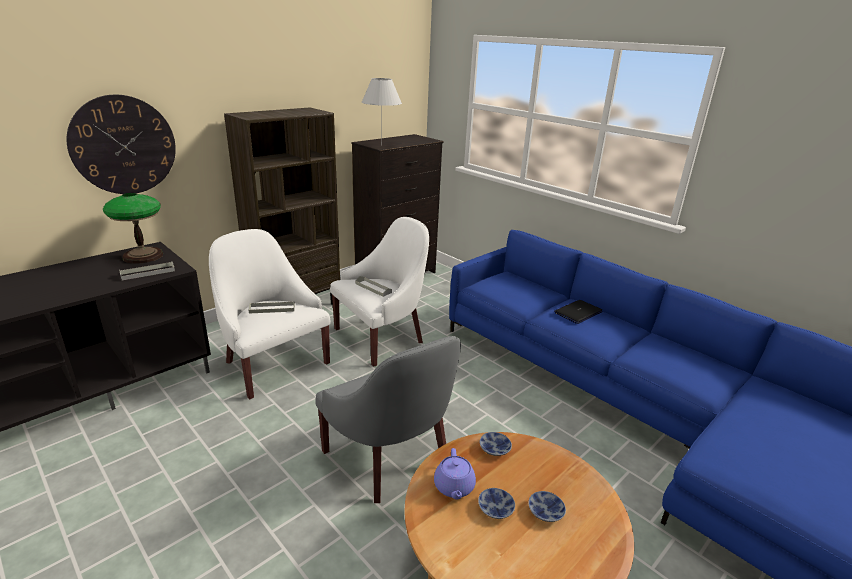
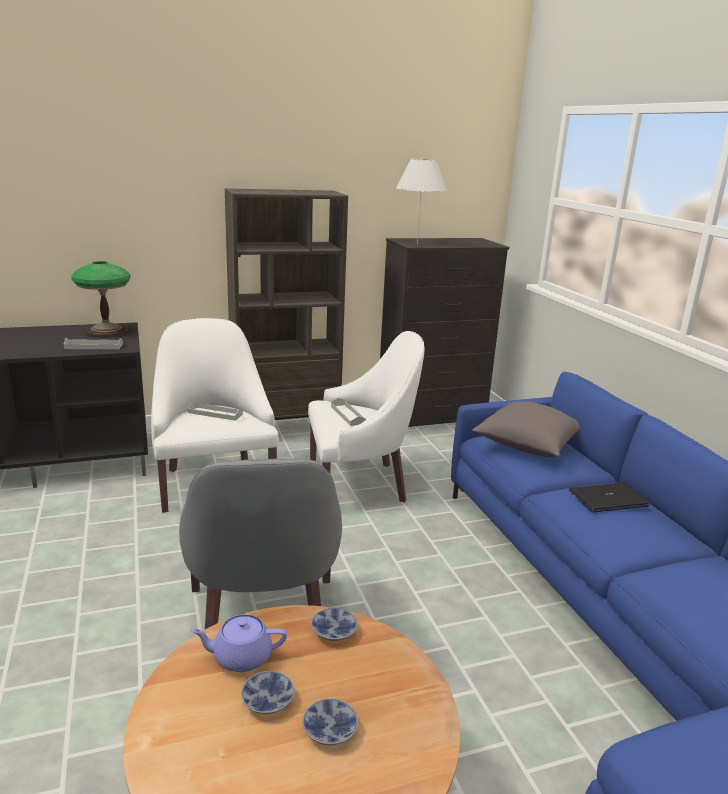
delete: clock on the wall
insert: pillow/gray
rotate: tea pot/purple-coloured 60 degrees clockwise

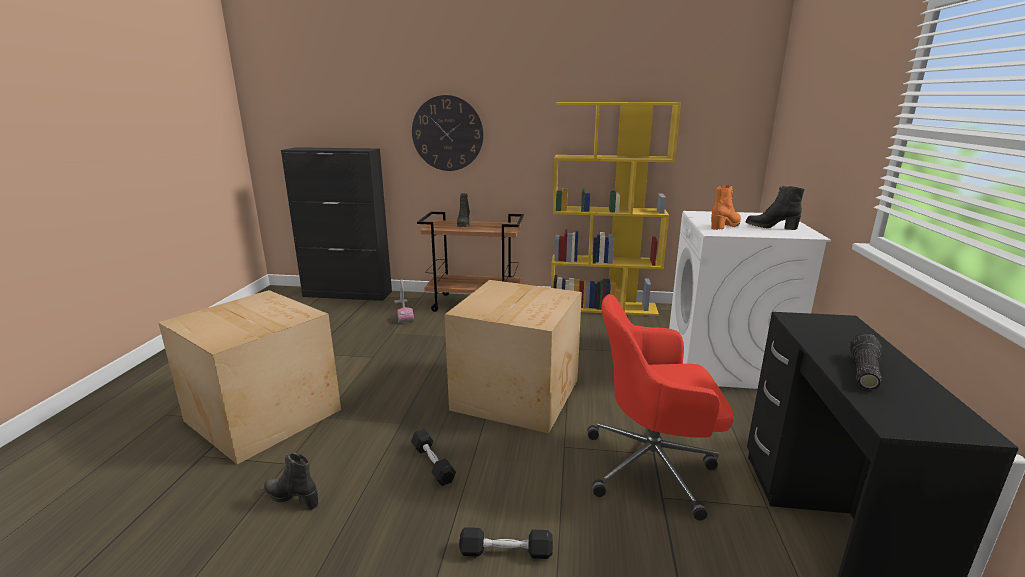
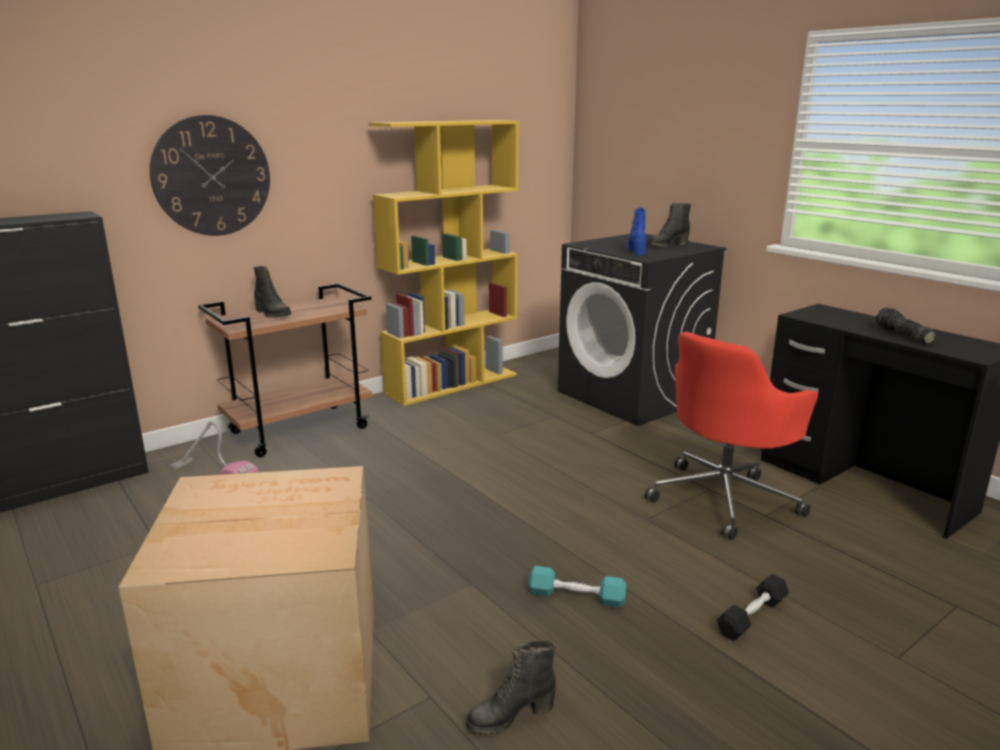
delete: packing box (2nd from left)
recolor: tall boot/orangey to tall boot/blue-coloured; laundry appliance/white to laundry appliance/black; hand weight/black (1st from left) to hand weight/blue-green

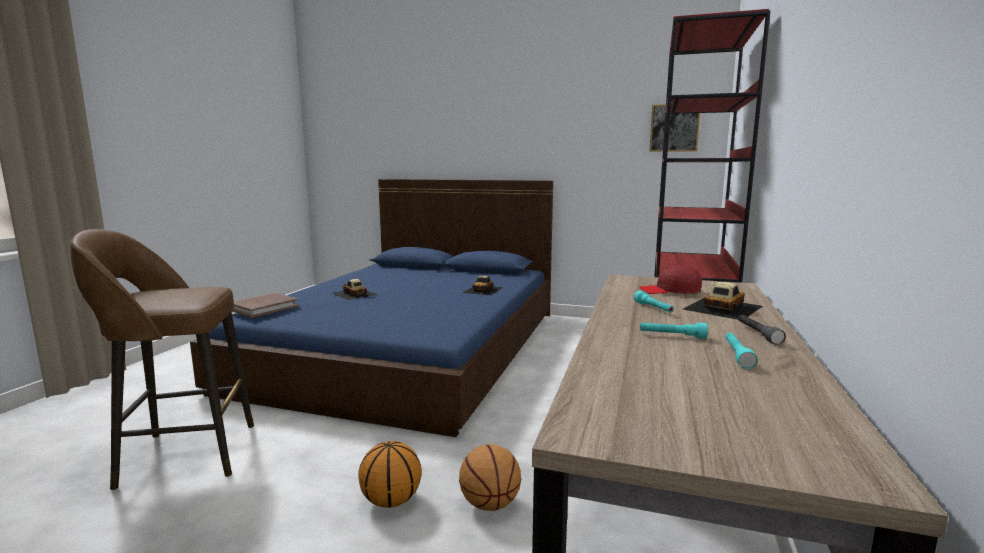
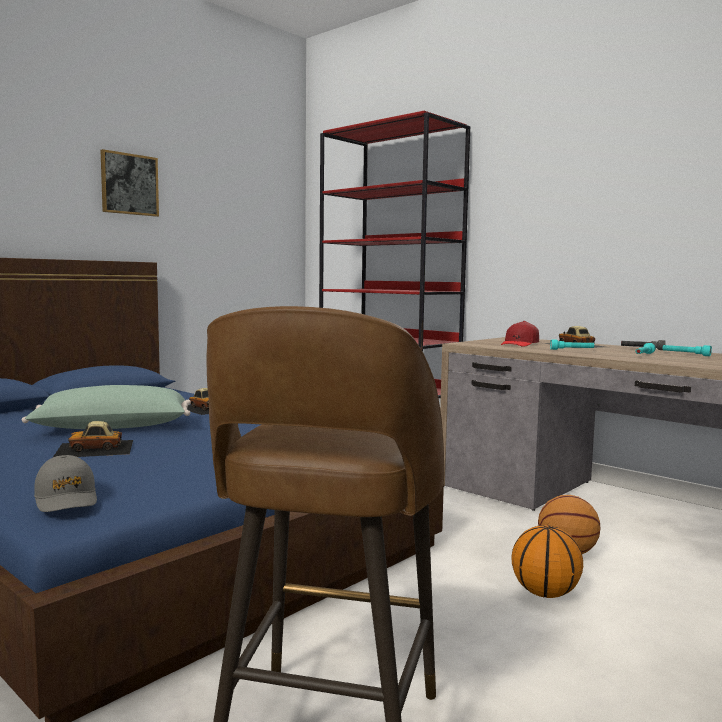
insert: pillow/green-coloured
move: picture
replace: book/brownish to baseball cap/gray

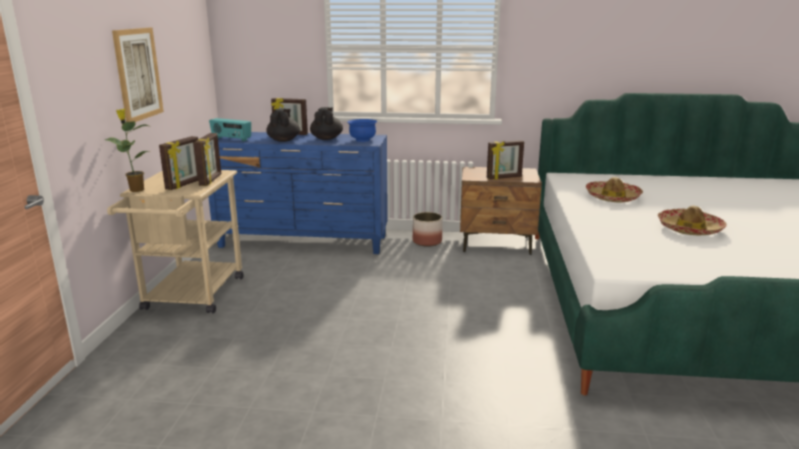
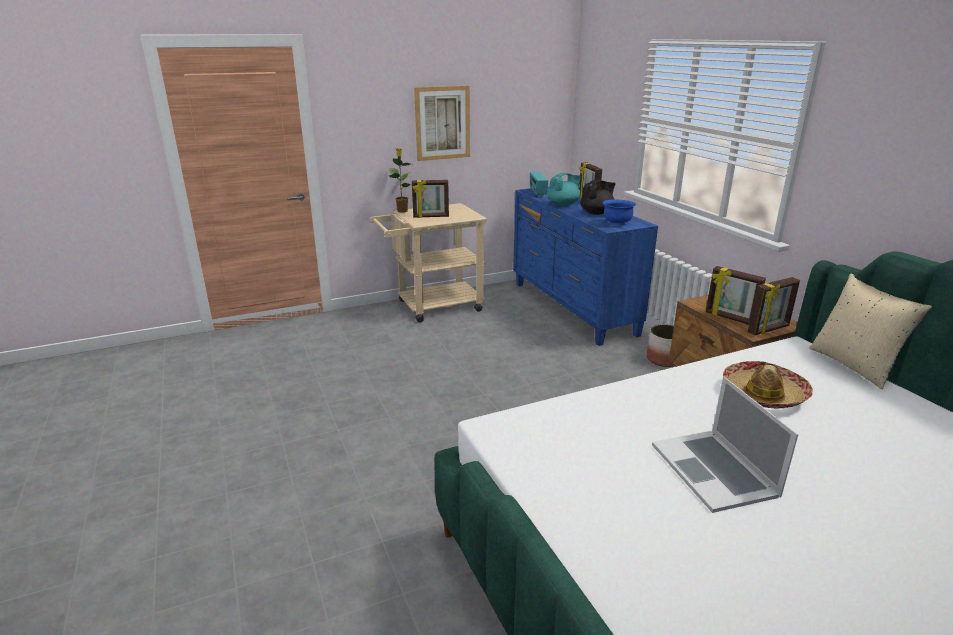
insert: pillow/beige
move: photo frame (2nd from left in the first image) to photo frame (4th from left)
replace: hat (2nd from left) to portable computer
recolor: tea pot/black (1st from left) to tea pot/blue-green

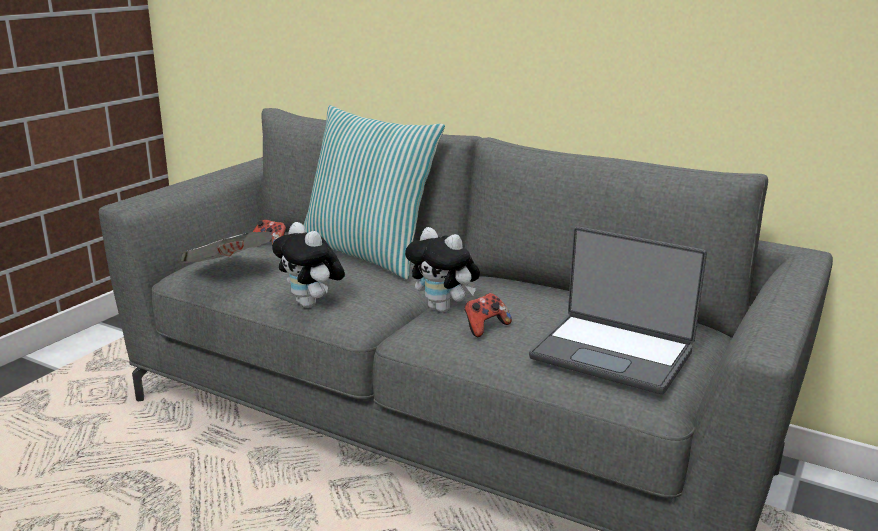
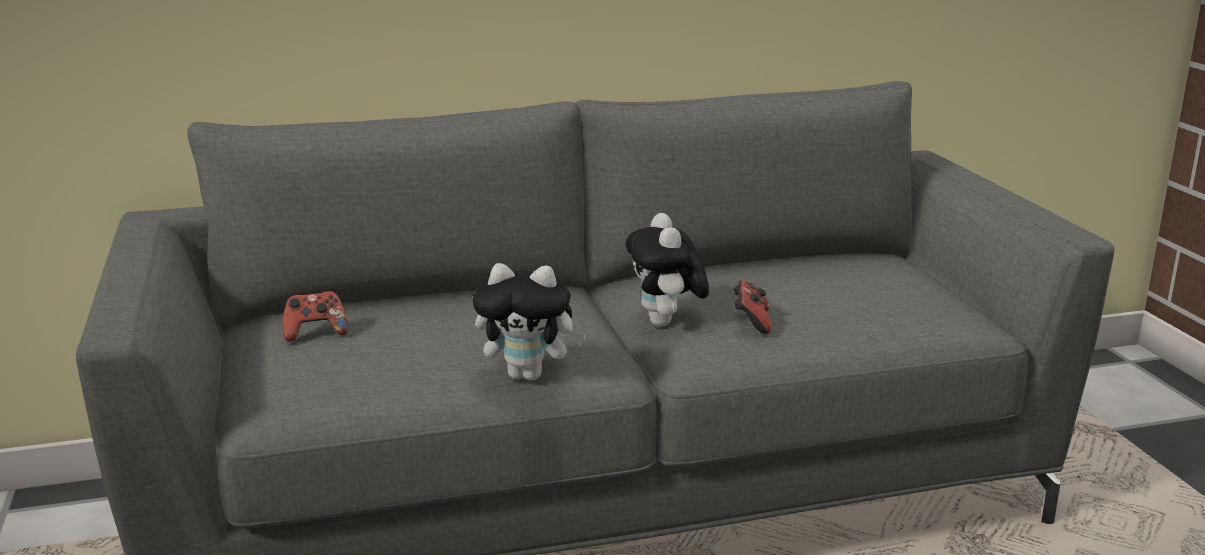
delete: pillow; portable computer; printed paper
rotate: cuddly toy (2nd from left) 90 degrees clockwise

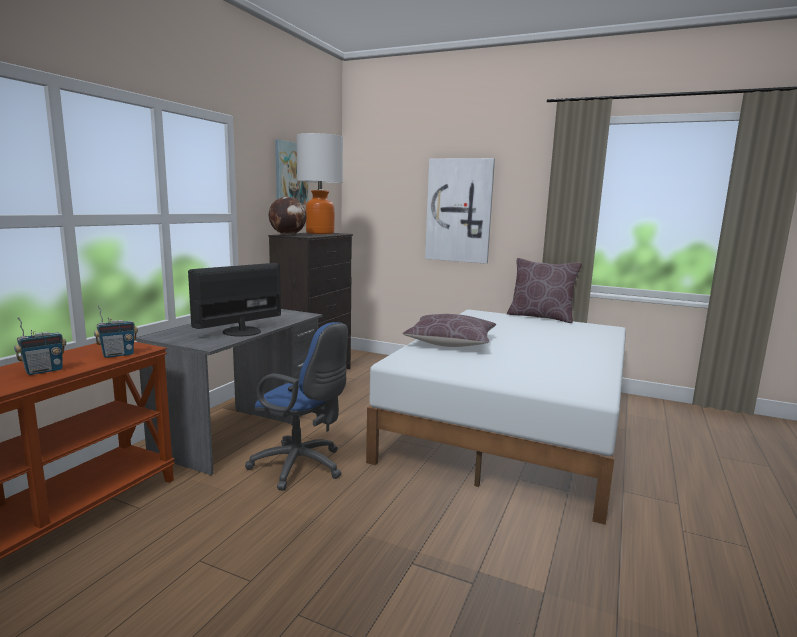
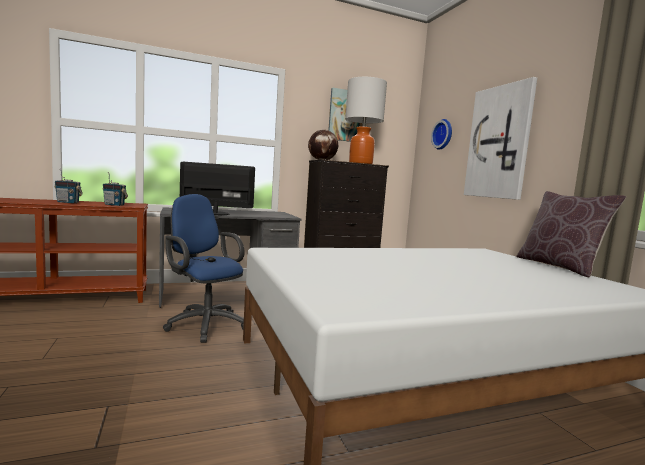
delete: pillow/brownish (1st from left)
insert: clock on the wall
rotate: office chair/blue-coloured 150 degrees clockwise

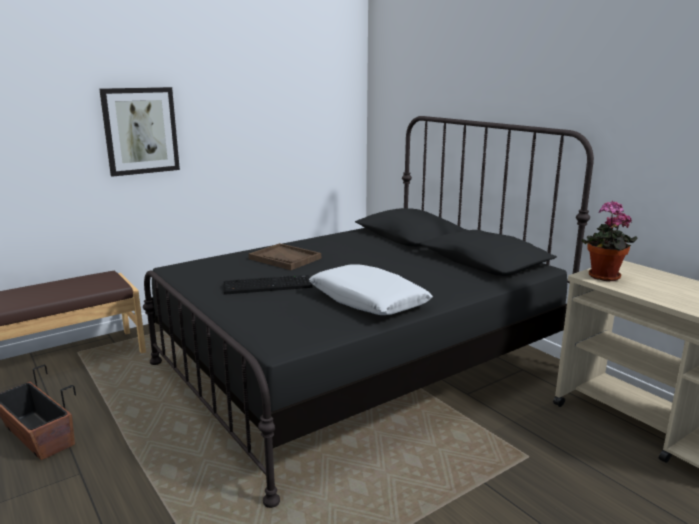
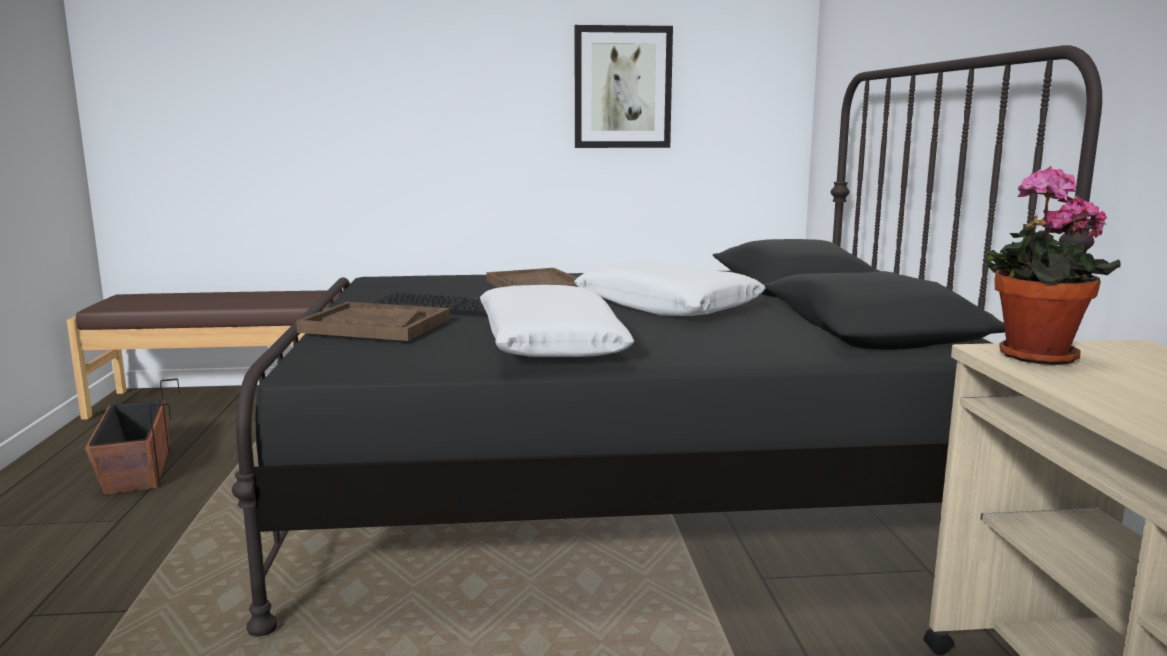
insert: pillow/white (2nd from left); carrying tray/brownish (1st from left)
move: picture

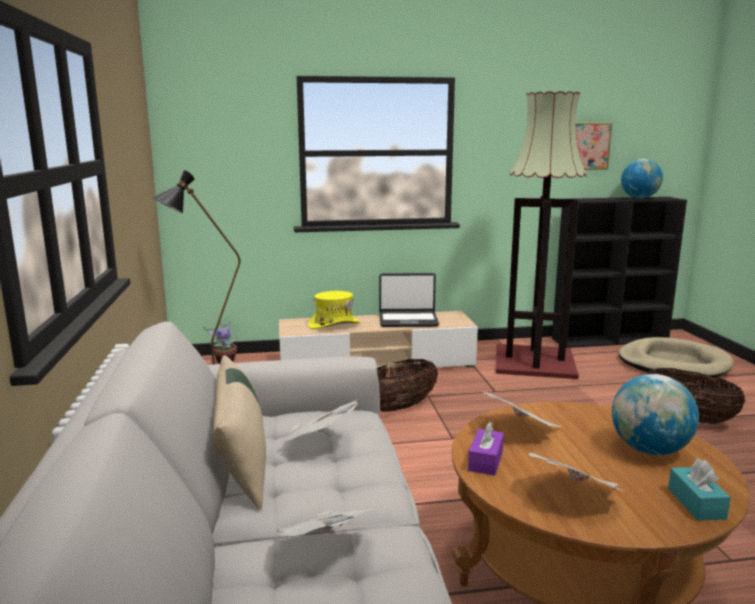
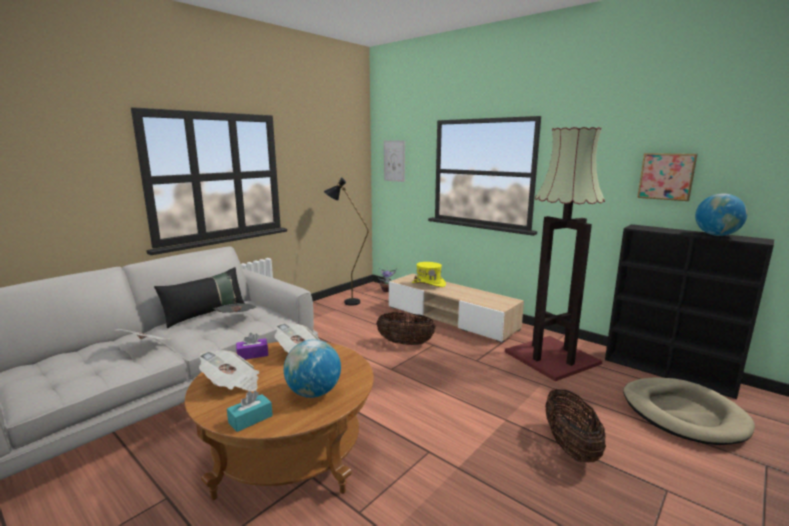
delete: portable computer
insert: picture (1st from left)
recolor: pillow/beige to pillow/black

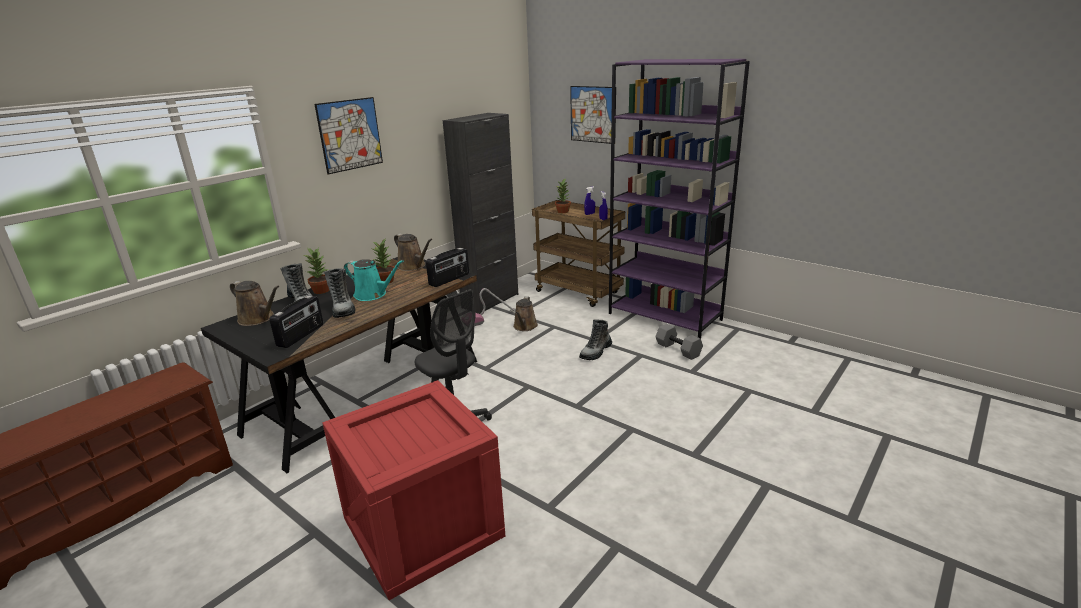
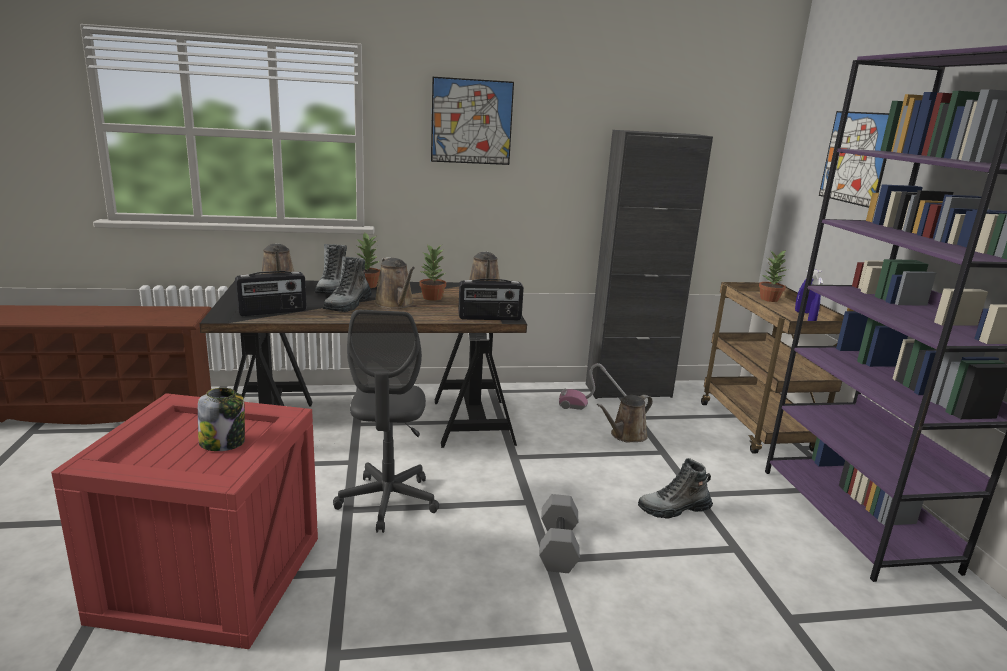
insert: preserve jar
move: hand weight/gray
recolor: watering pot/blue-green to watering pot/brownish (2nd from left)

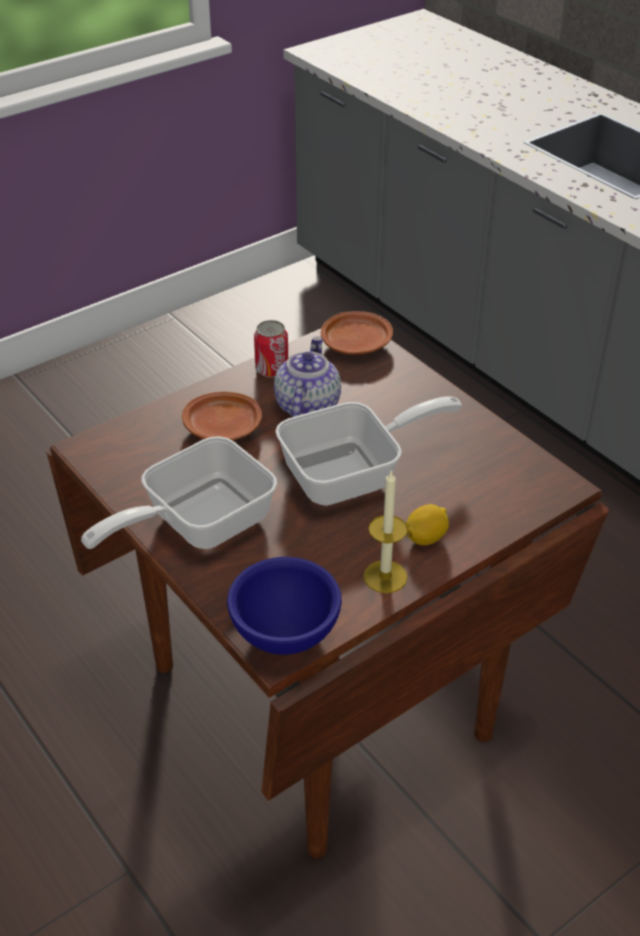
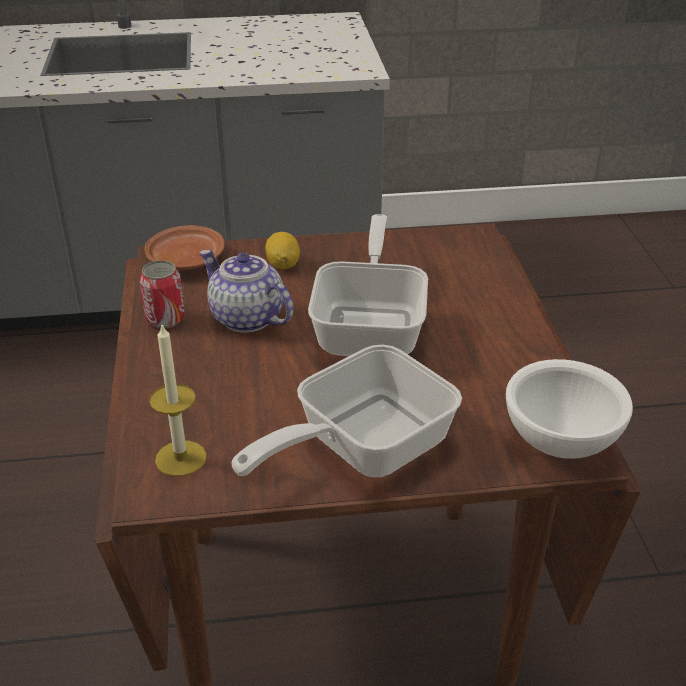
delete: plate/brownish (1st from left)
move: wax candle; whole lemon
recolor: serving bowl/blue-coloured to serving bowl/white
rotate: frying pan (1st from left) 60 degrees clockwise

